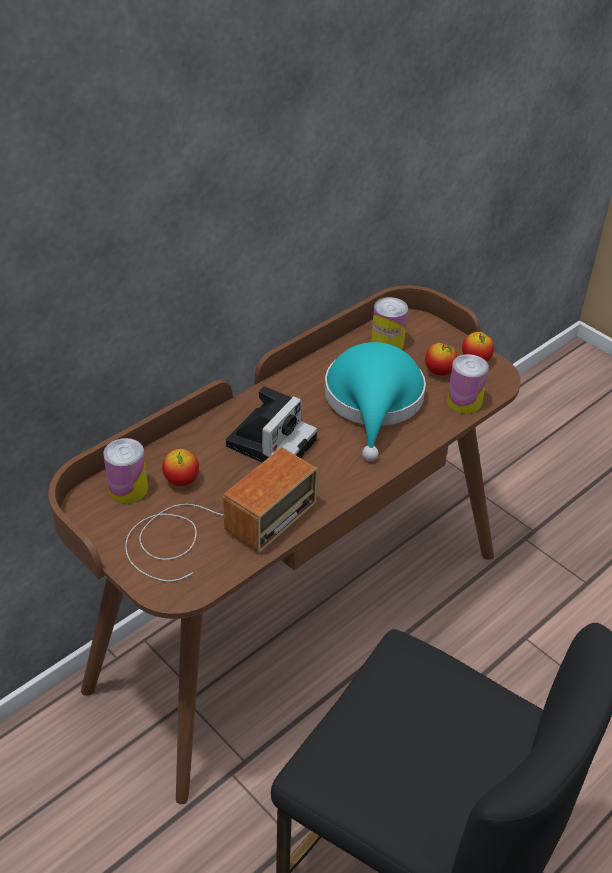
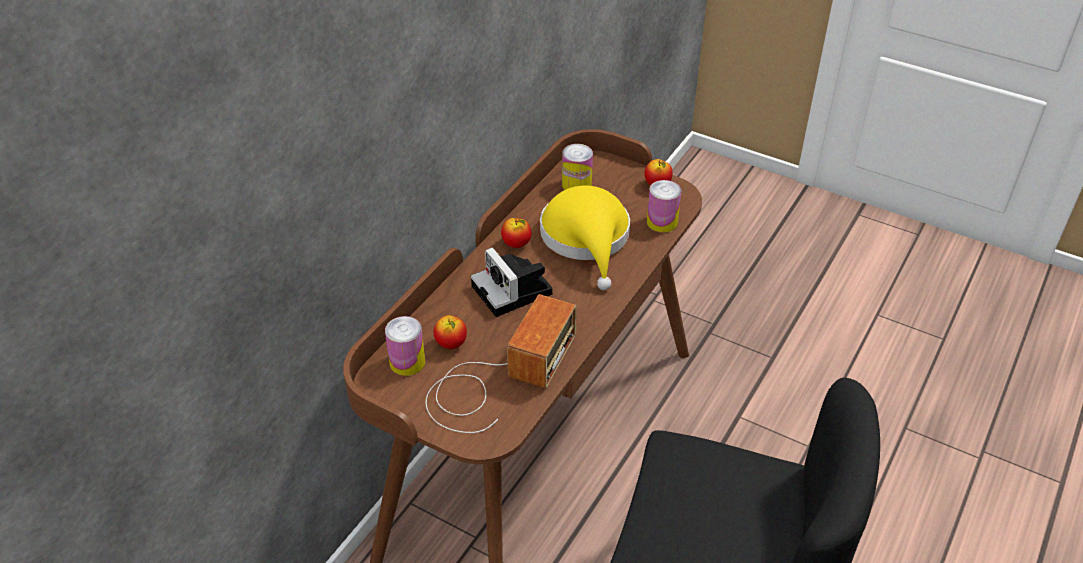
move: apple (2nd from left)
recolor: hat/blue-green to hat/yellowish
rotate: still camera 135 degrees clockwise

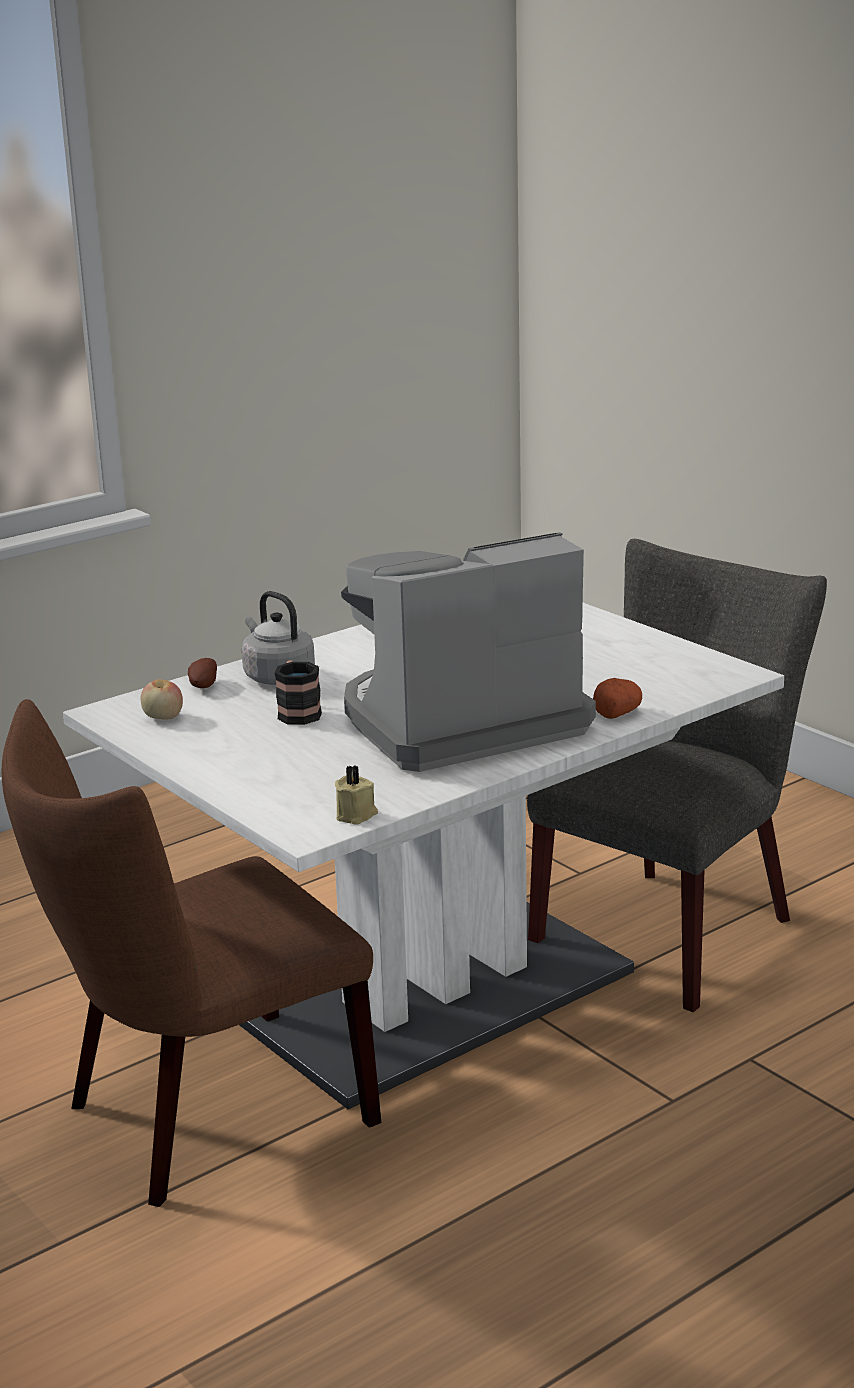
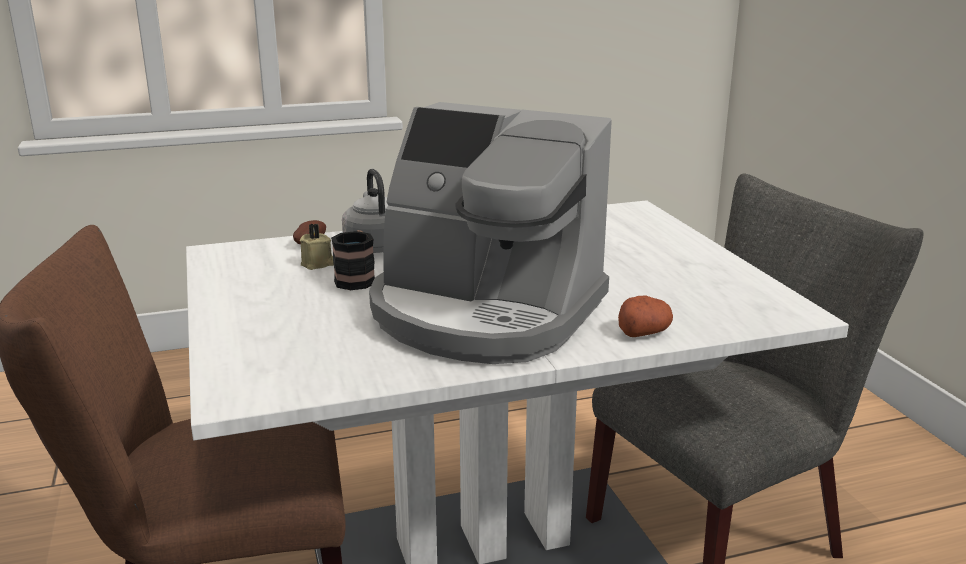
delete: apple
move: wax candle/beige
rotate: coffee brewer 150 degrees counterclockwise

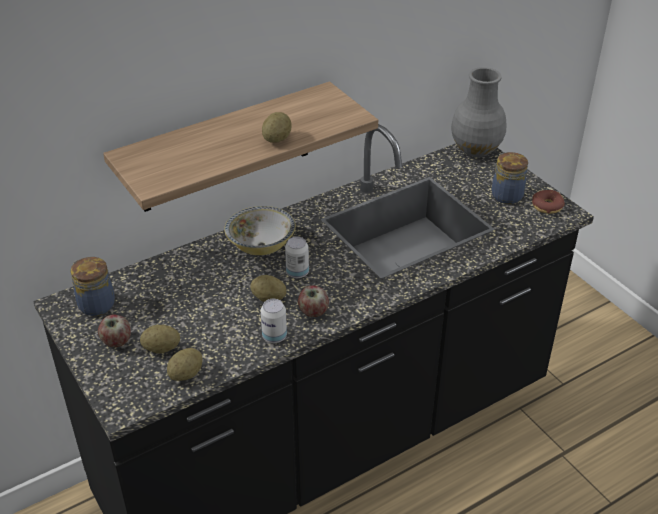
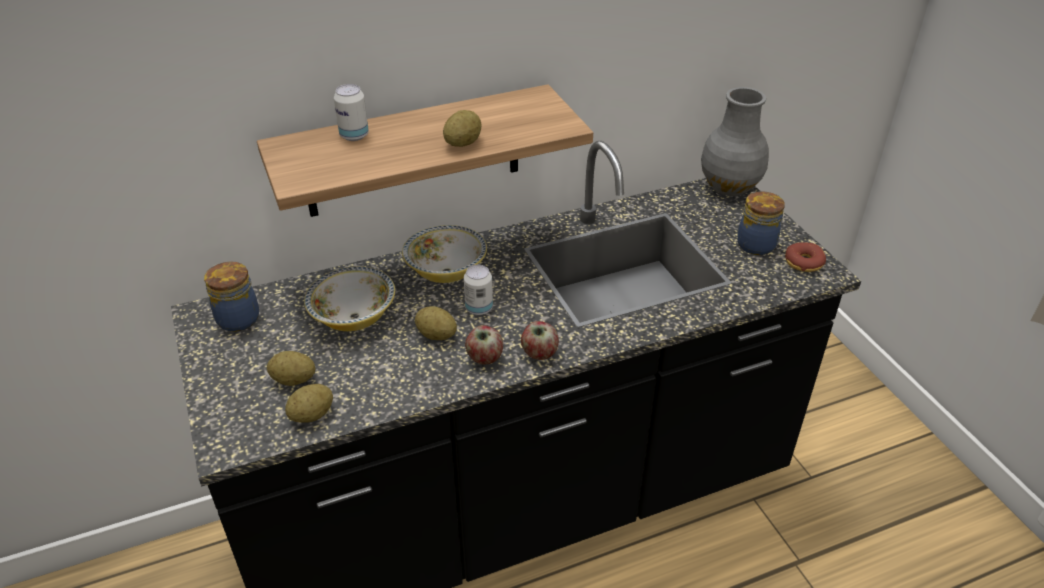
insert: serving bowl (1st from left)
move: can (1st from left); apple (1st from left in the first image) to apple (2nd from left)

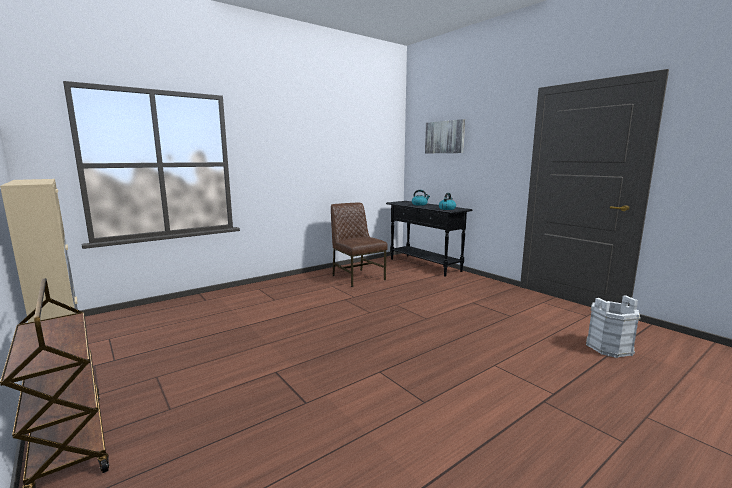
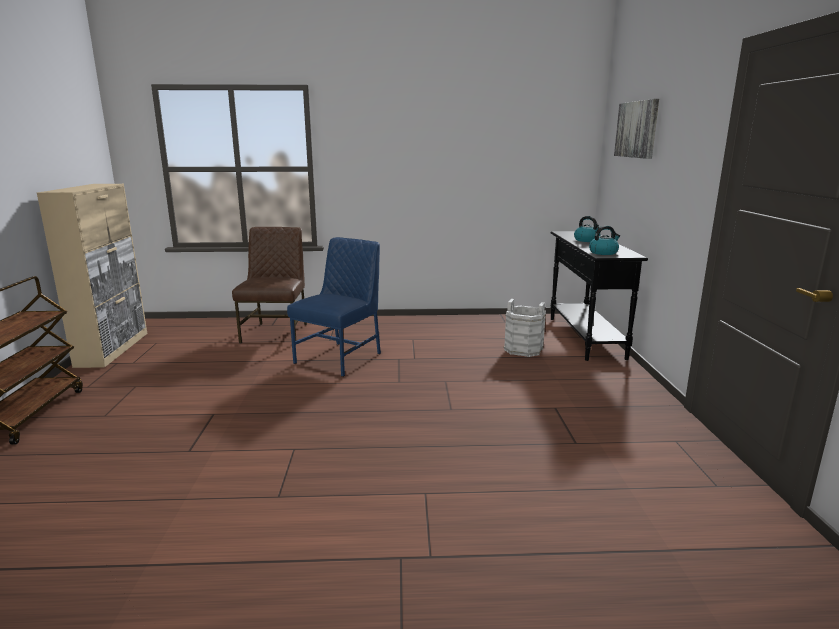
insert: chair/blue-coloured
move: chair/brownish; pail/white

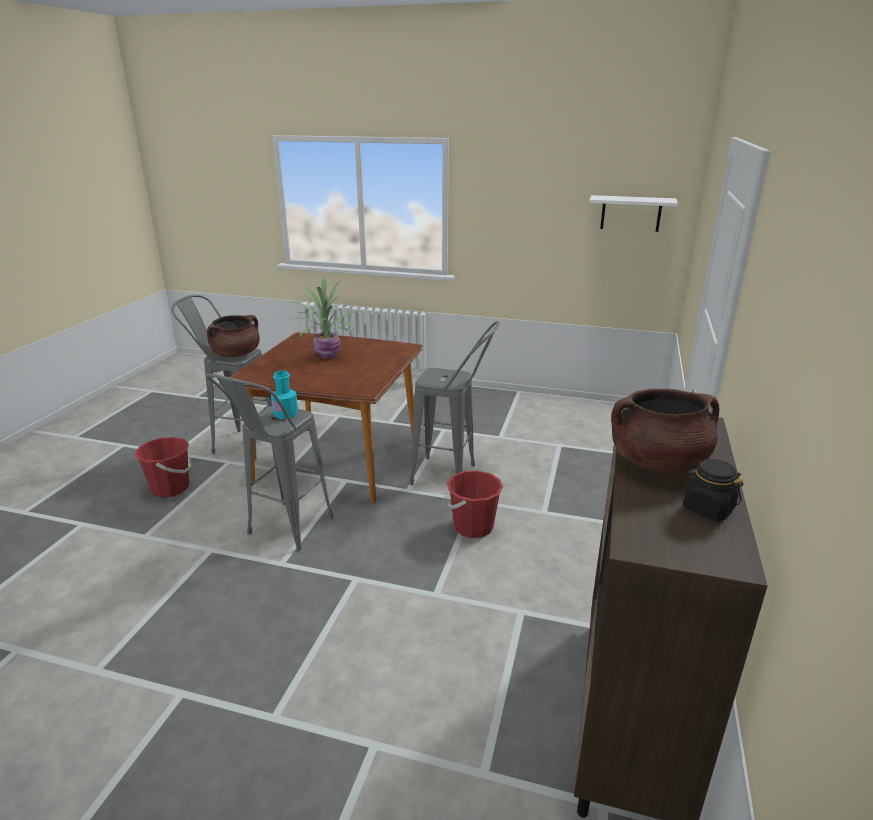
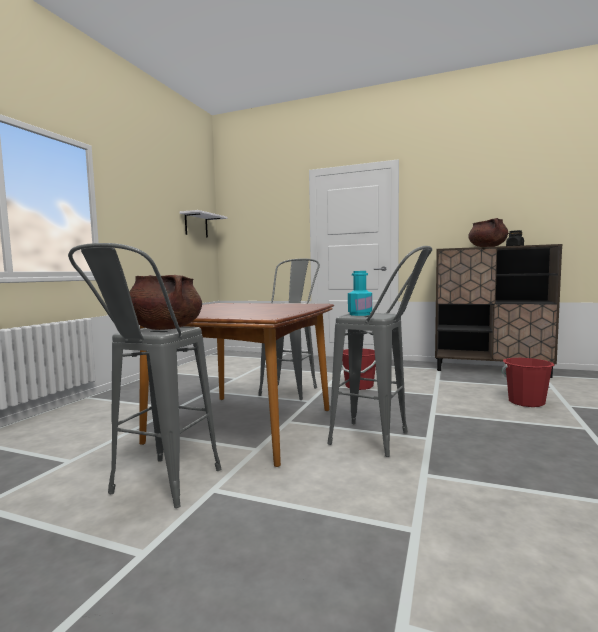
delete: plant in a pot
move: pail/red (1st from left in the first image) to pail/red (2nd from left)

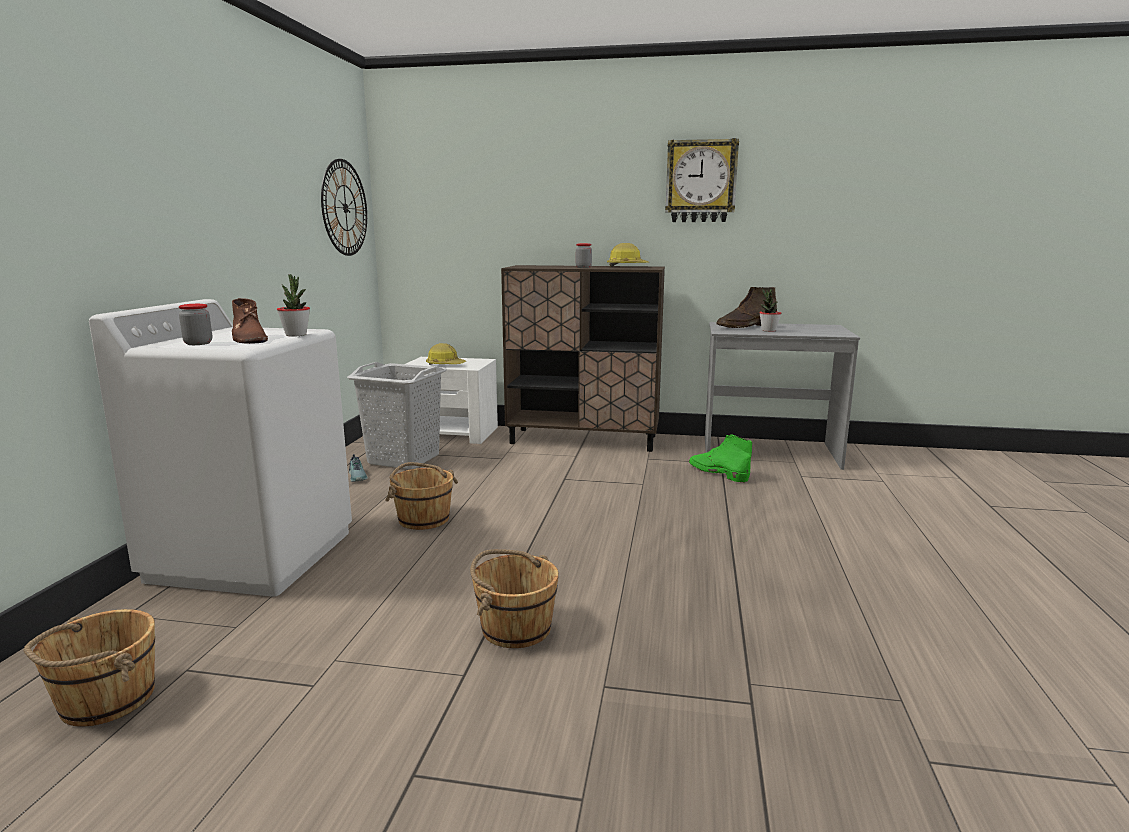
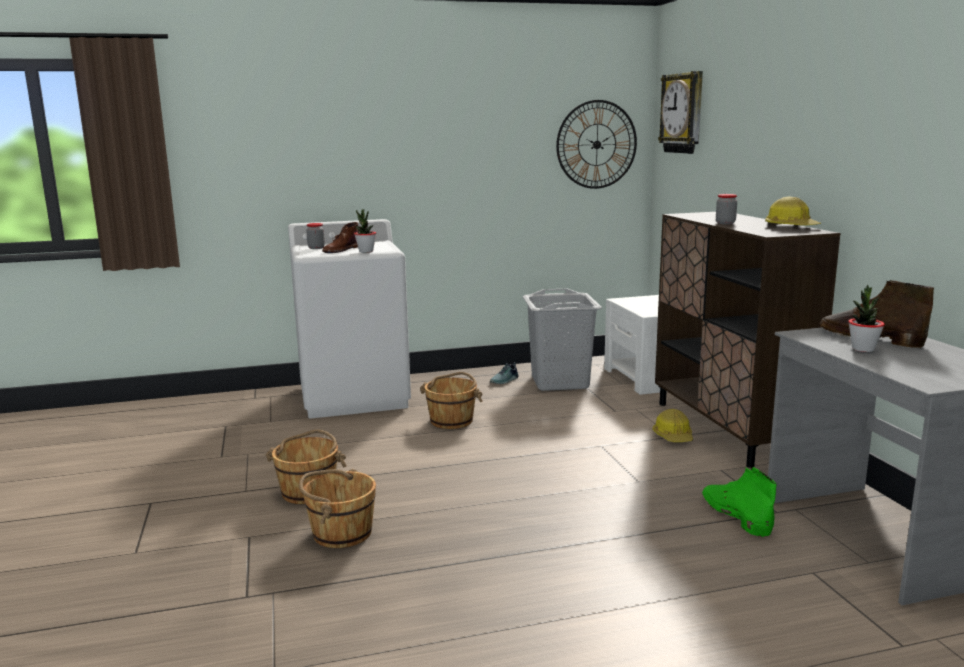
move: clock on the wall (2nd from left); work helmet (1st from left); pail/brownish (1st from left in the first image) to pail/brownish (2nd from left)
rotate: tall boot/green-coloured 45 degrees counterclockwise

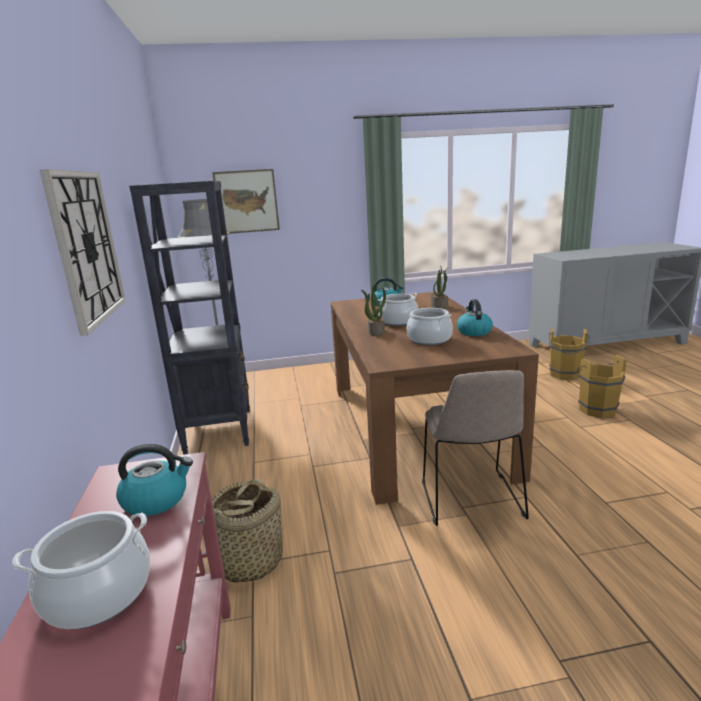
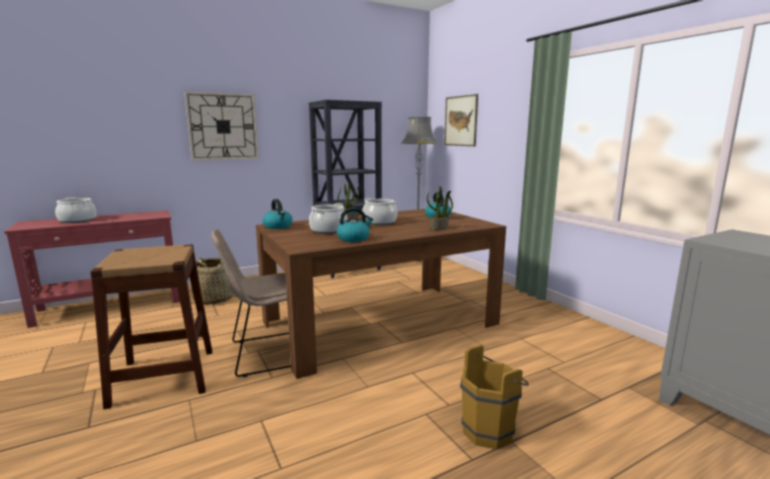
delete: pail/brownish (1st from left)
insert: sitting stool/brownish
move: tea kettle (1st from left)

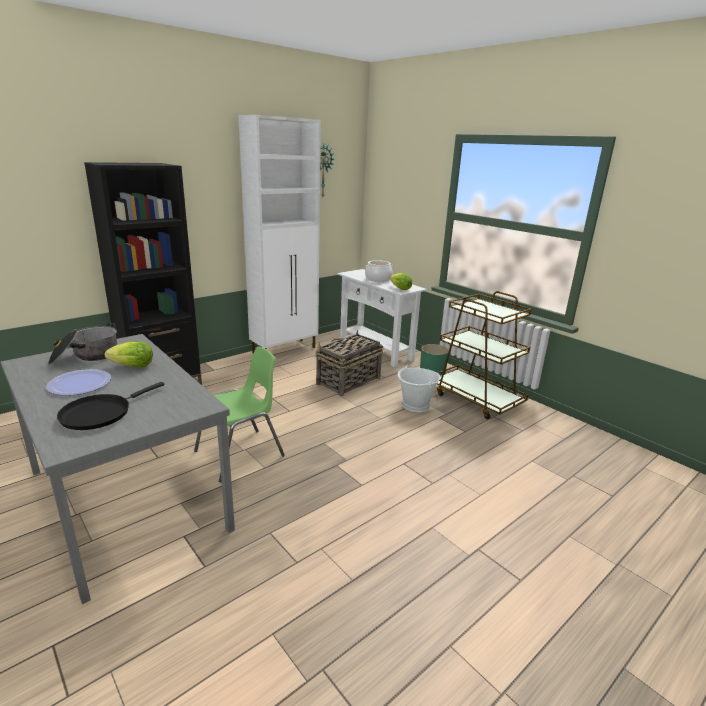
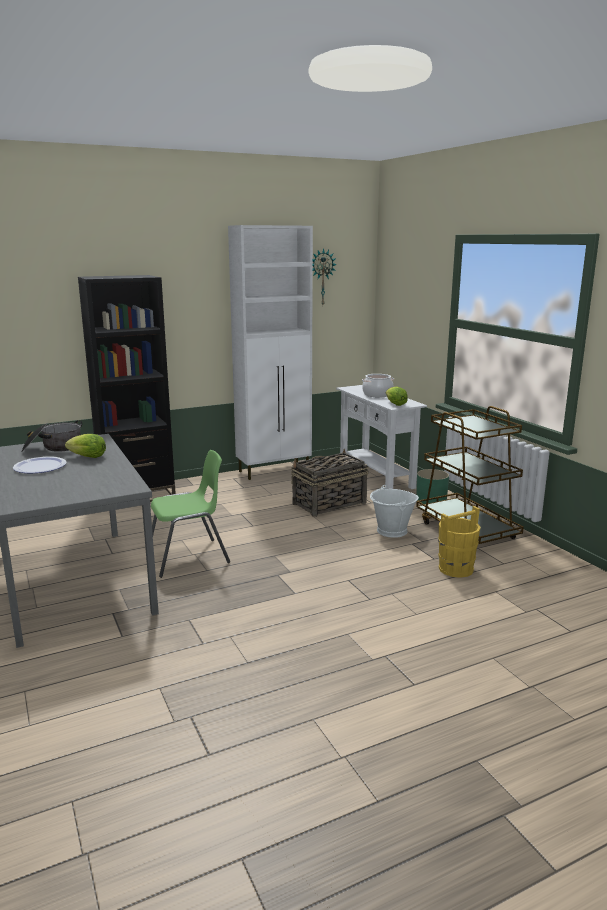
delete: frying pan/black
insert: pail/yellowish

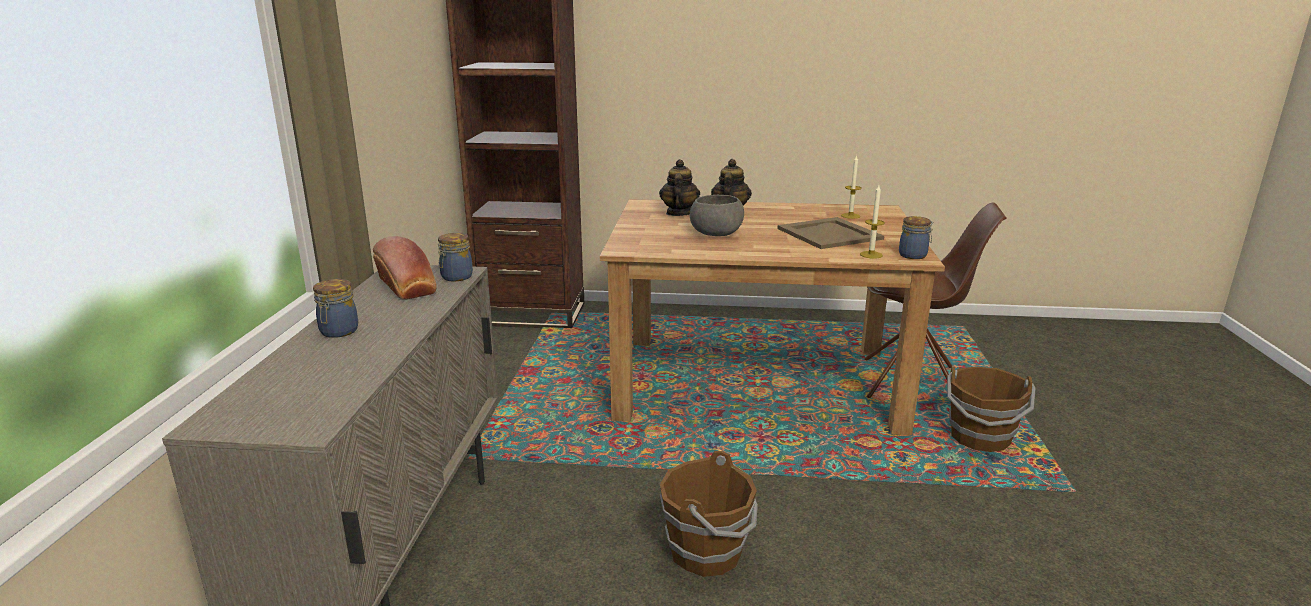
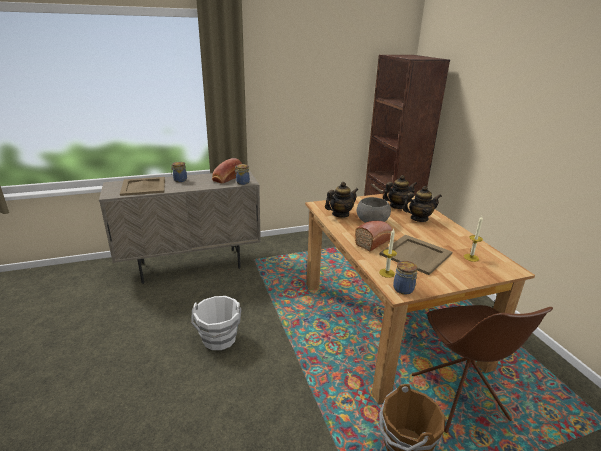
insert: carrying tray/beige (1st from left); tea pot (1st from left); bread (2nd from left)
recolor: pail/brownish (1st from left) to pail/white

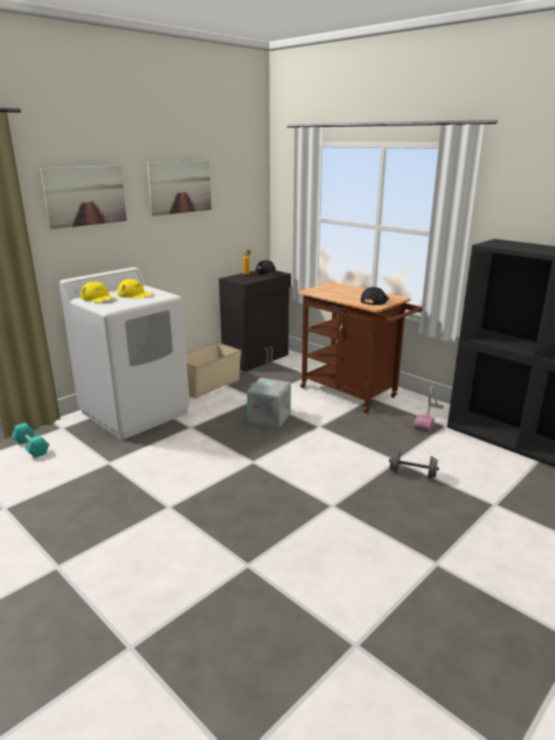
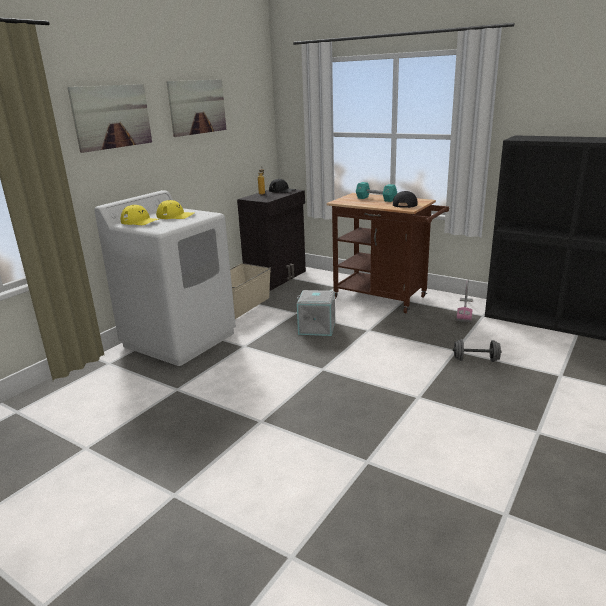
move: hand weight/blue-green

